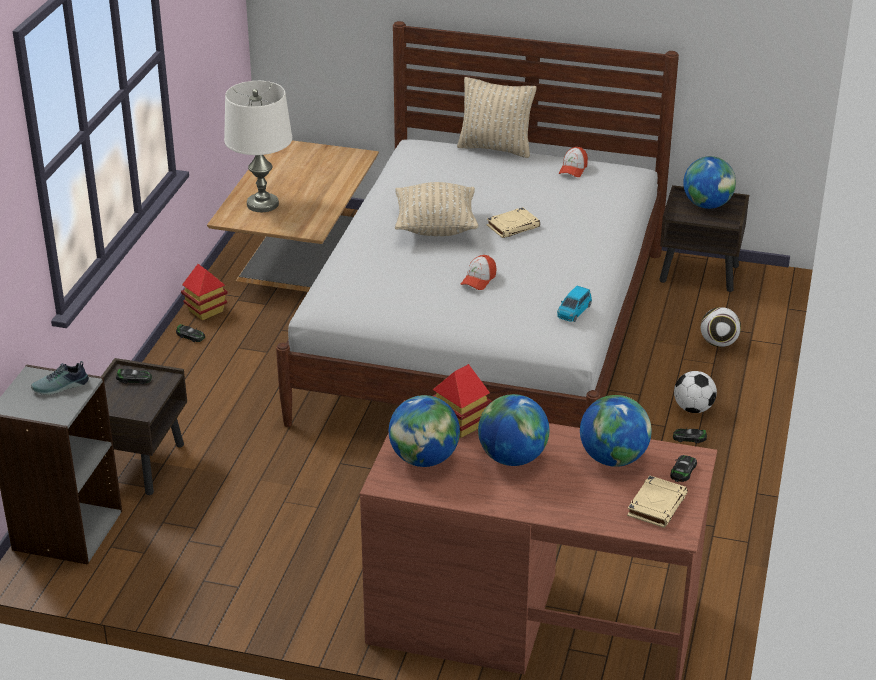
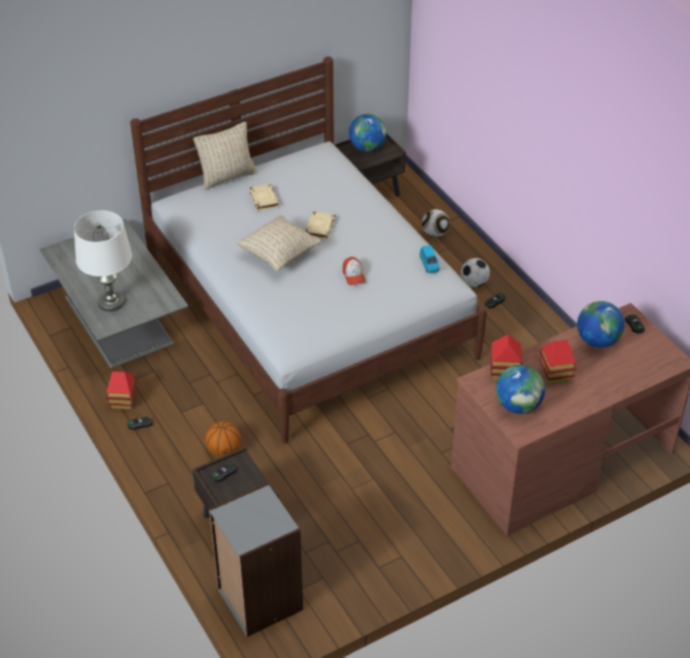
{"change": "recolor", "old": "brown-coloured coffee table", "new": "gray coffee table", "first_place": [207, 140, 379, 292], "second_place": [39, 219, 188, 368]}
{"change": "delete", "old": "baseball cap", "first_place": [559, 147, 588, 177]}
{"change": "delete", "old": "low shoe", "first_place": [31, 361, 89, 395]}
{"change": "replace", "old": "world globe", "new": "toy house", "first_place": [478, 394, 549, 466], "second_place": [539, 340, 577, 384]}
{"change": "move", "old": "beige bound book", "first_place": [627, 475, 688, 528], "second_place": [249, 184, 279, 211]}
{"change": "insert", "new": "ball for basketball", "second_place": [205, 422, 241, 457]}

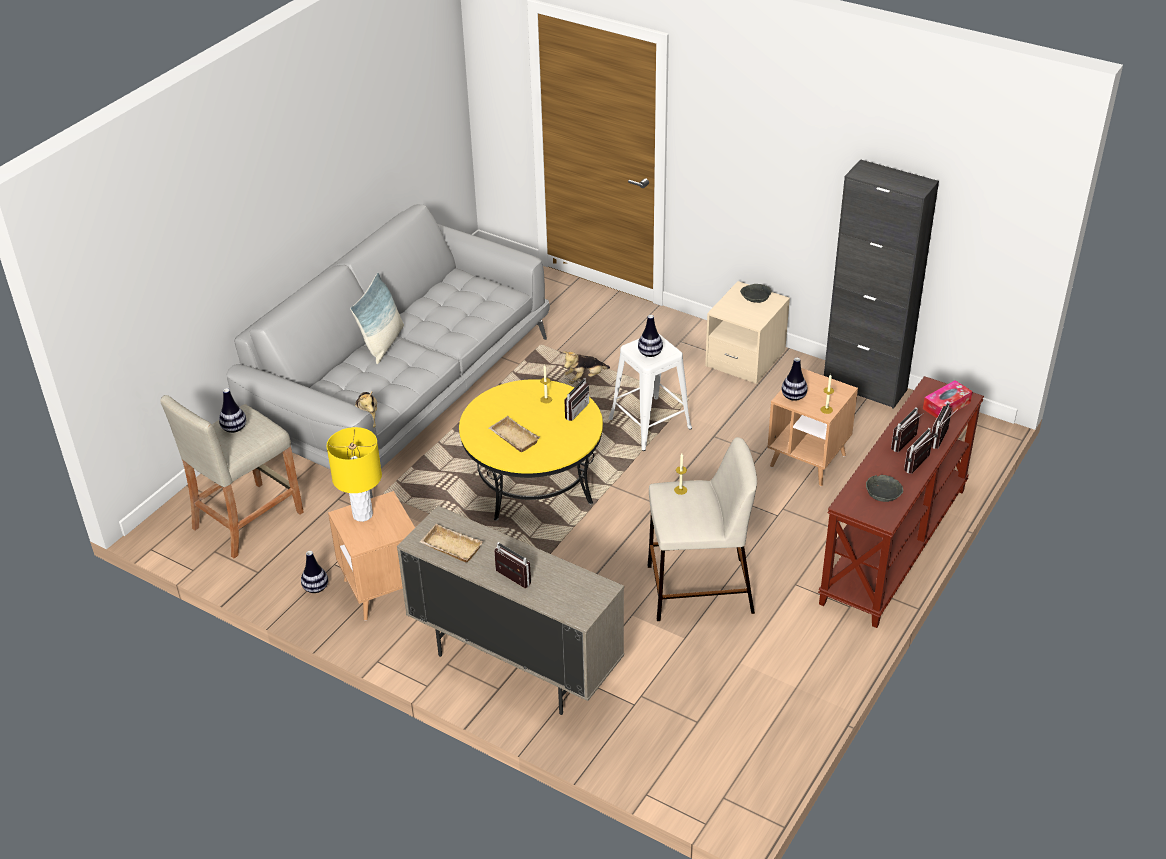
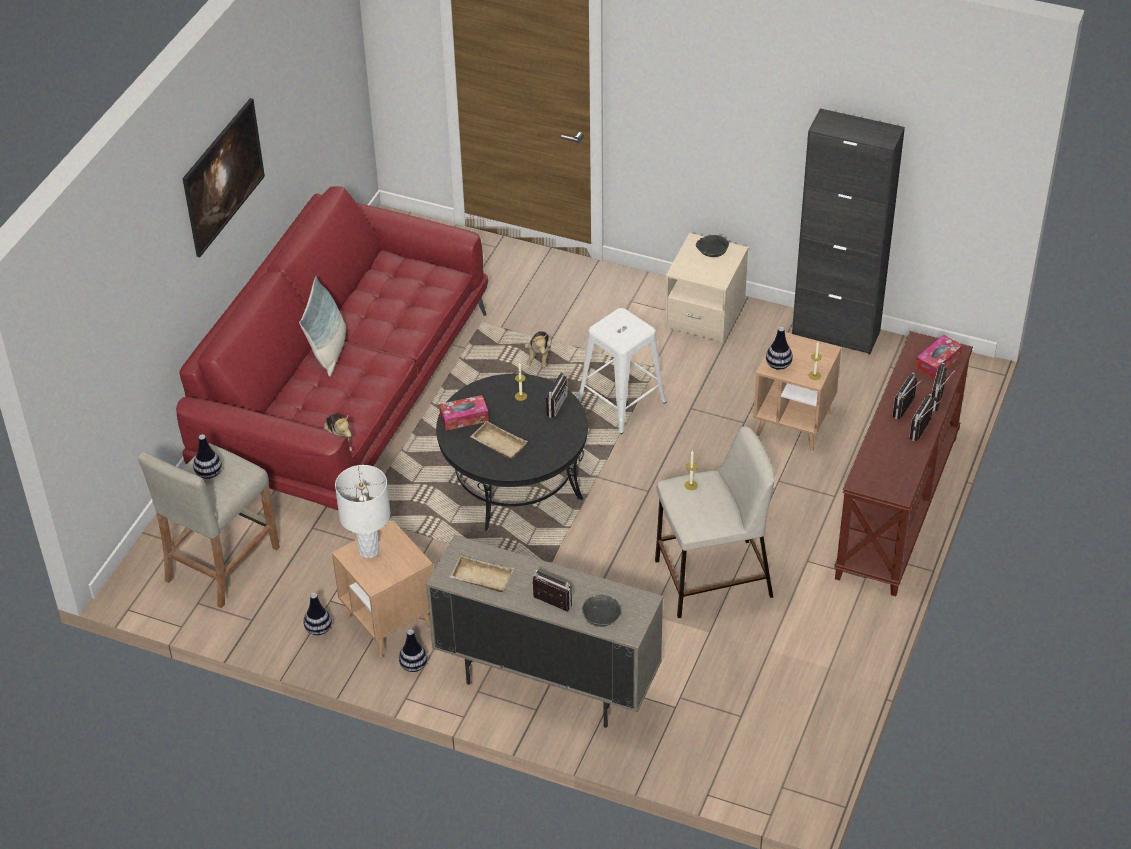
{"change": "recolor", "old": "gray couch", "new": "red-coloured couch", "first_place": [227, 204, 550, 498], "second_place": [176, 186, 488, 533]}
{"change": "move", "old": "vase", "first_place": [638, 315, 663, 357], "second_place": [399, 629, 428, 672]}
{"change": "rotate", "old": "plush toy", "first_place": [563, 351, 610, 384], "second_place": [525, 331, 552, 368], "degrees": -45}
{"change": "recolor", "old": "yellow-coloured coffee table", "new": "black coffee table", "first_place": [459, 379, 603, 521], "second_place": [436, 374, 588, 531]}
{"change": "recolor", "old": "yellow-coloured tabletop lamp", "new": "whitish tabletop lamp", "first_place": [327, 427, 382, 522], "second_place": [335, 465, 390, 558]}
{"change": "move", "old": "gray deep dish", "first_place": [866, 475, 903, 502], "second_place": [582, 595, 622, 627]}
{"change": "insert", "new": "picture", "second_place": [183, 98, 265, 257]}
{"change": "insert", "new": "tissue holder", "second_place": [439, 395, 489, 430]}

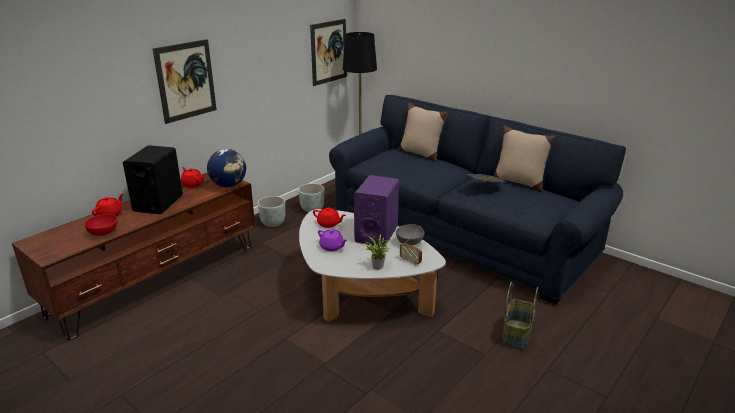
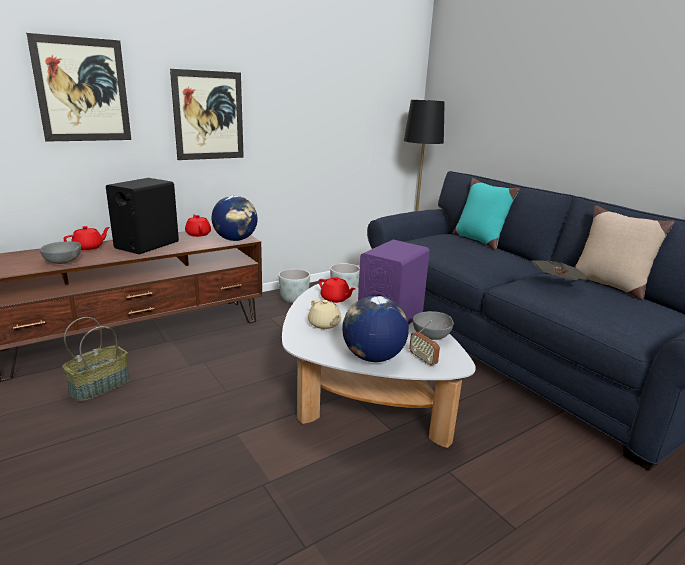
{"change": "move", "old": "picture", "first_place": [310, 19, 347, 86], "second_place": [26, 33, 131, 142]}
{"change": "recolor", "old": "beige pillow", "new": "turquoise pillow", "first_place": [399, 103, 448, 162], "second_place": [453, 178, 519, 250]}
{"change": "recolor", "old": "red-coloured deep dish", "new": "gray deep dish", "first_place": [85, 214, 118, 236], "second_place": [40, 241, 81, 264]}
{"change": "recolor", "old": "purplish pot for tea", "new": "beige pot for tea", "first_place": [318, 229, 347, 251], "second_place": [308, 300, 341, 329]}
{"change": "replace", "old": "houseplant", "new": "world globe", "first_place": [364, 234, 392, 270], "second_place": [342, 296, 409, 362]}
{"change": "move", "old": "basket", "first_place": [502, 281, 538, 350], "second_place": [62, 317, 130, 402]}

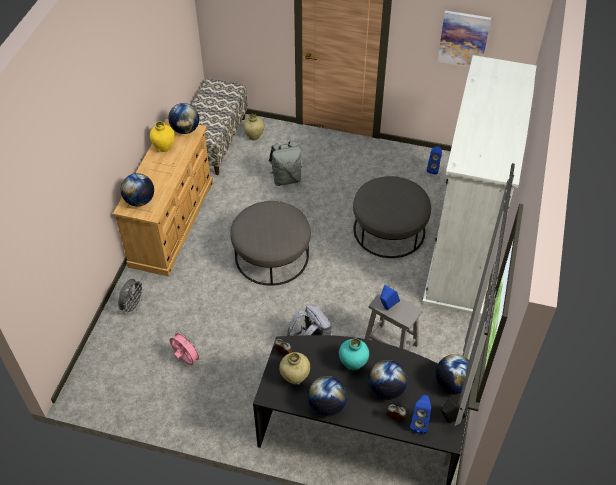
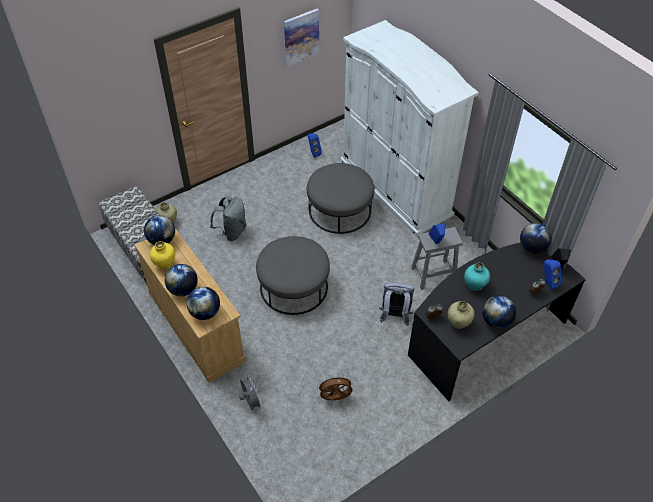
{"change": "recolor", "old": "pink-coloured electric fan", "new": "brown-coloured electric fan", "first_place": [170, 331, 202, 365], "second_place": [317, 375, 354, 400]}
{"change": "move", "old": "world globe", "first_place": [368, 360, 407, 400], "second_place": [165, 264, 198, 296]}

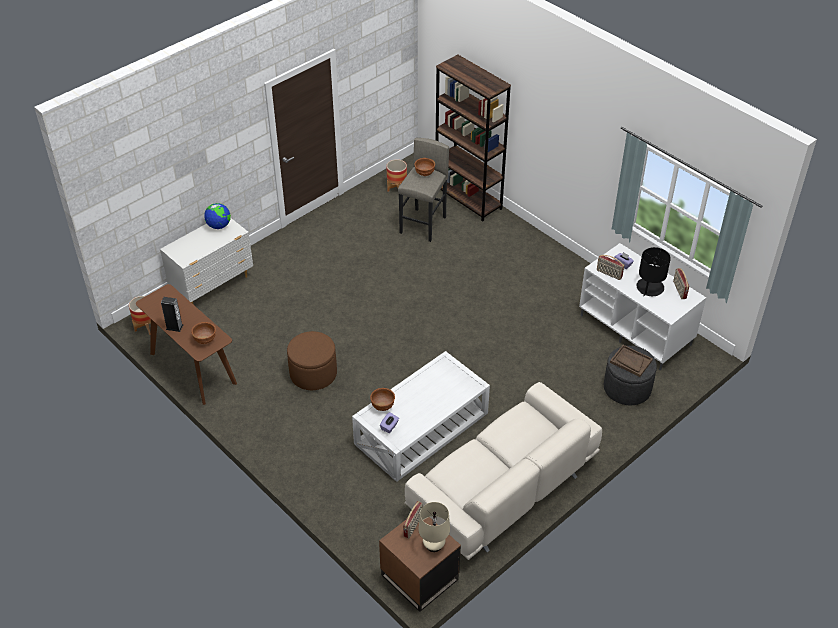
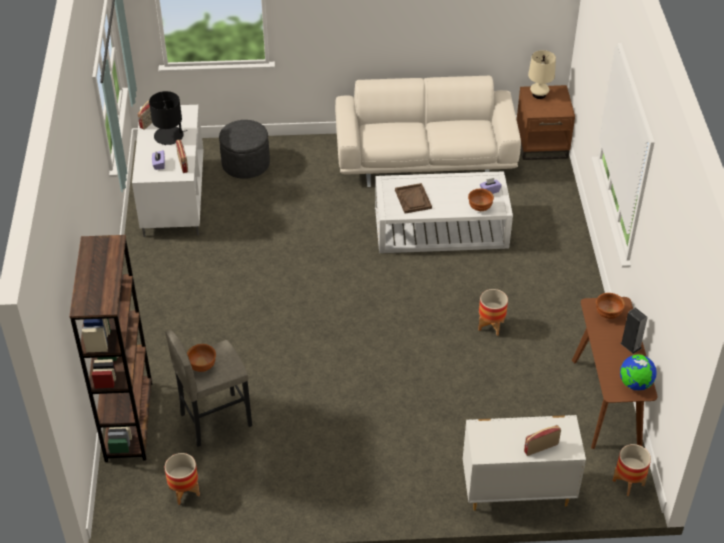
{"change": "move", "old": "world globe", "first_place": [204, 203, 231, 229], "second_place": [620, 354, 657, 390]}
{"change": "replace", "old": "brown-coloured ottoman", "new": "plant pot", "first_place": [287, 331, 337, 390], "second_place": [478, 289, 508, 336]}
{"change": "move", "old": "brown-coloured tray", "first_place": [610, 345, 653, 377], "second_place": [395, 183, 432, 214]}
{"change": "move", "old": "radio receiver", "first_place": [403, 501, 423, 538], "second_place": [524, 425, 561, 456]}

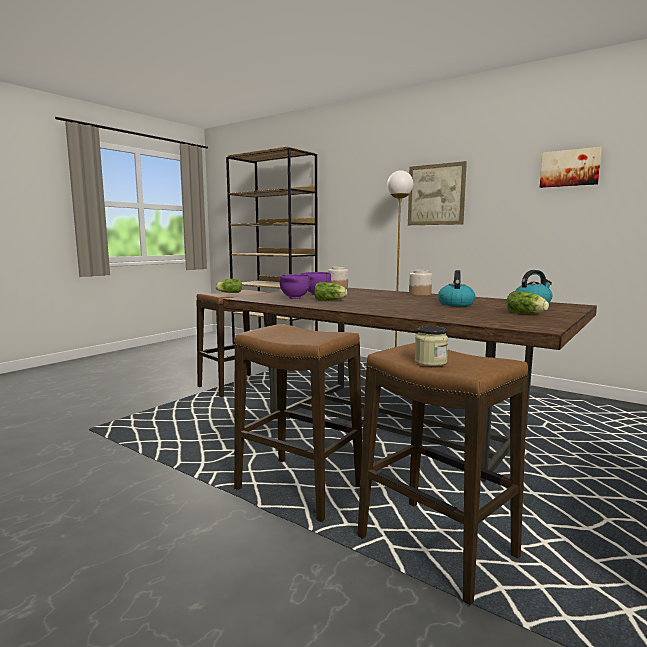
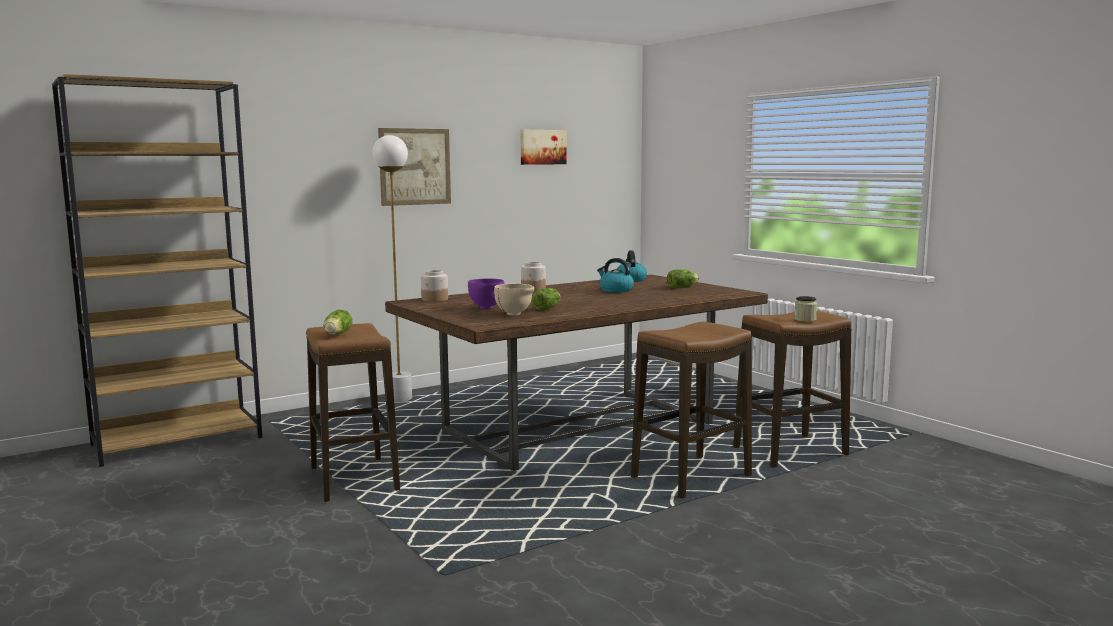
{"change": "recolor", "old": "purplish deep dish", "new": "beige deep dish", "first_place": [279, 274, 310, 299], "second_place": [494, 284, 534, 315]}

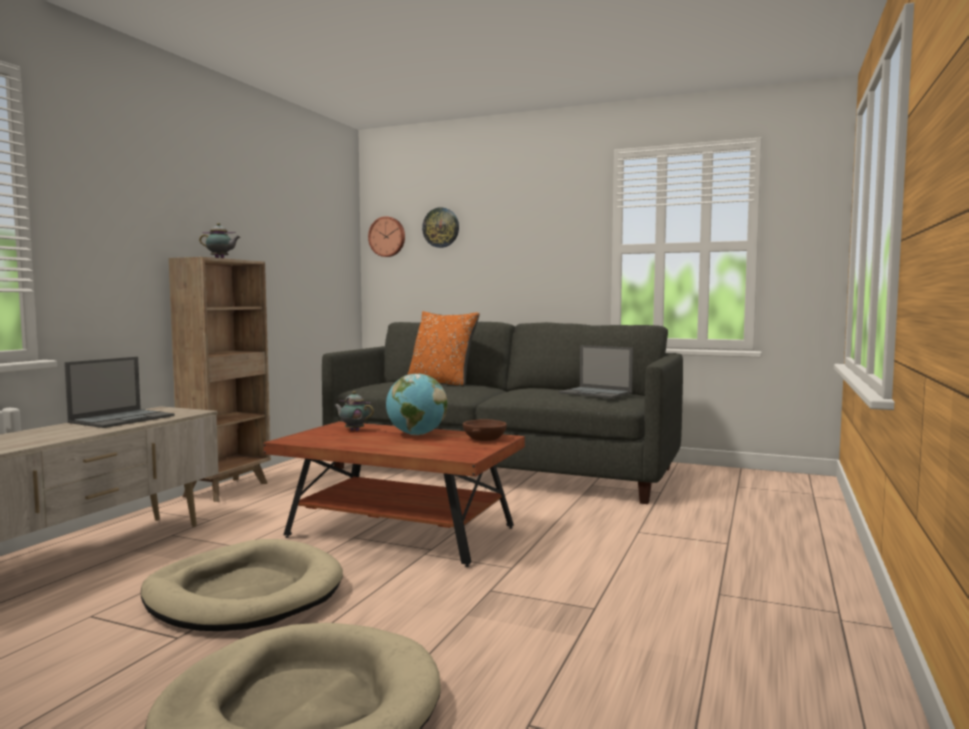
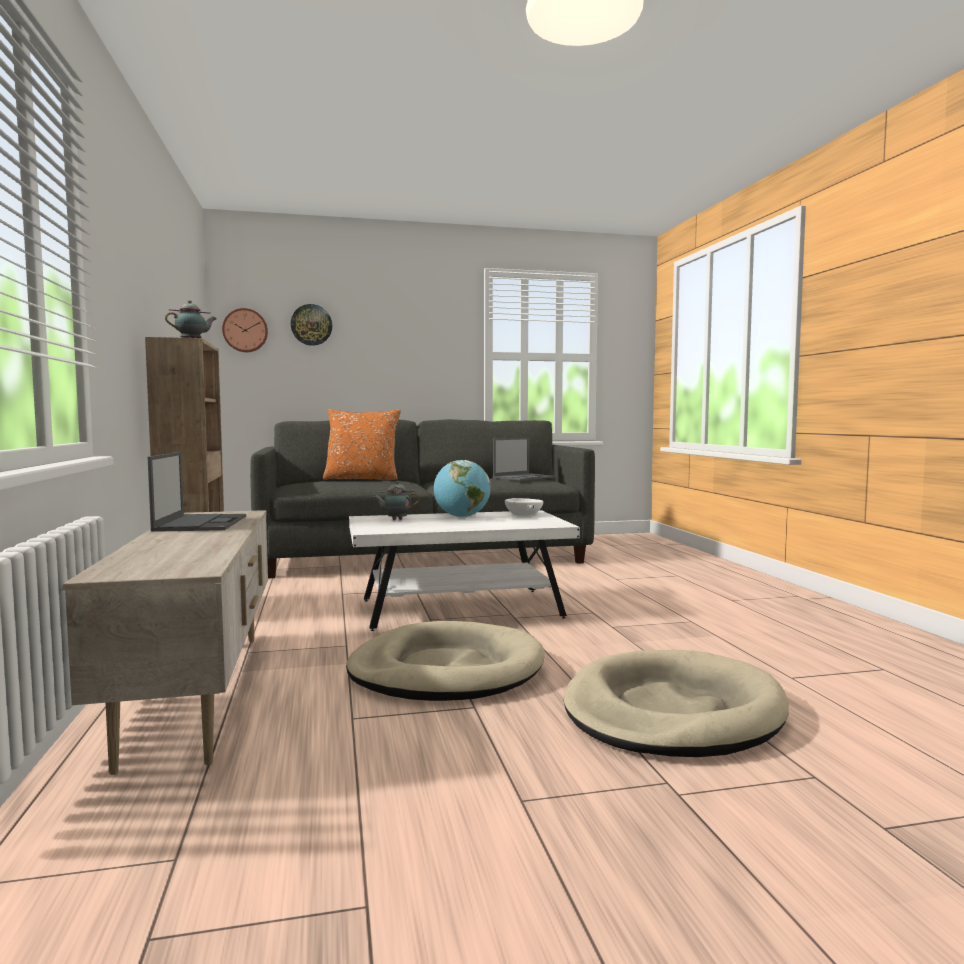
{"change": "rotate", "old": "notebook computer", "first_place": [558, 345, 633, 398], "second_place": [493, 437, 555, 481], "degrees": -45}
{"change": "recolor", "old": "brown-coloured deep dish", "new": "whitish deep dish", "first_place": [463, 419, 507, 441], "second_place": [505, 498, 543, 516]}
{"change": "recolor", "old": "brown-coloured coffee table", "new": "whitish coffee table", "first_place": [263, 421, 525, 567], "second_place": [349, 510, 580, 631]}

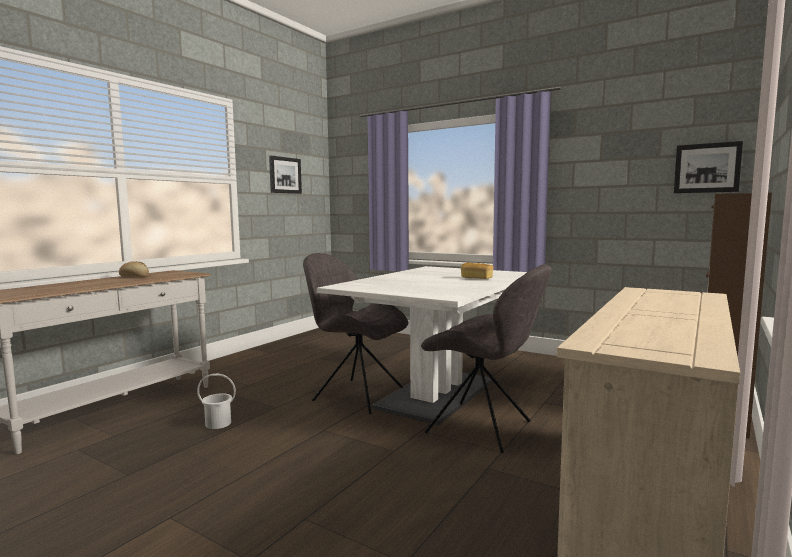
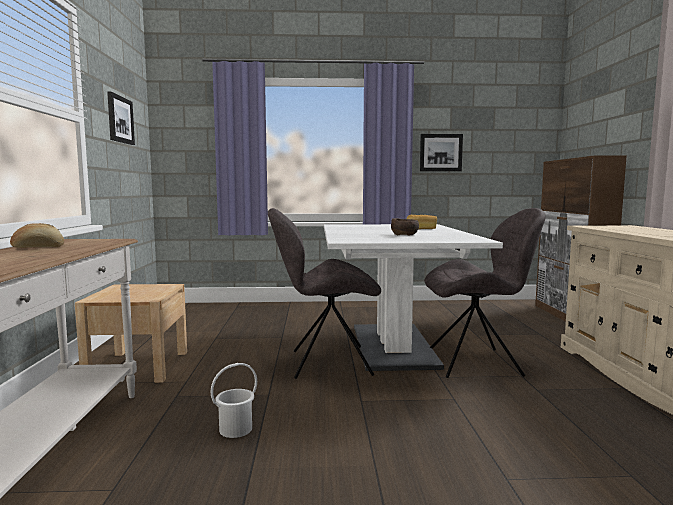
{"change": "move", "old": "picture", "first_place": [674, 141, 743, 193], "second_place": [420, 134, 463, 171]}
{"change": "insert", "new": "brown-coloured deep dish", "second_place": [391, 218, 419, 235]}
{"change": "insert", "new": "beige nightstand", "second_place": [75, 284, 187, 383]}

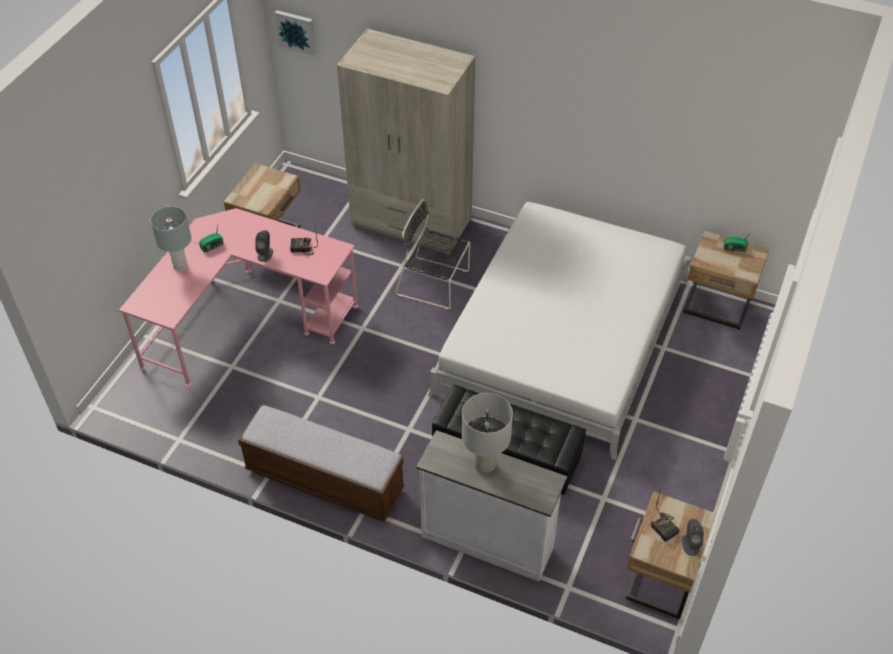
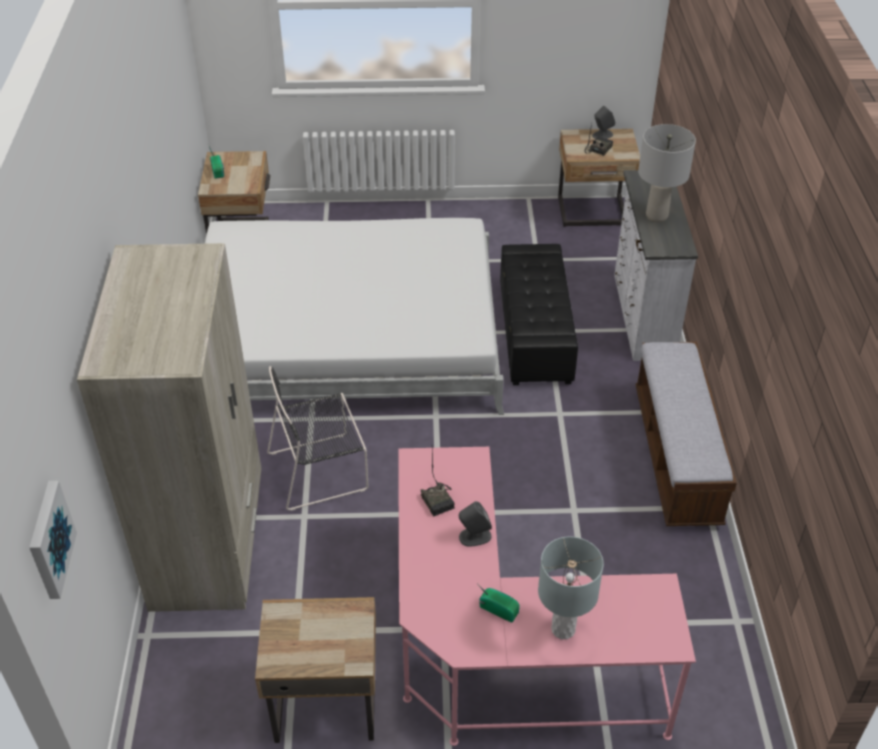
{"change": "rotate", "old": "black upright chair", "first_place": [395, 199, 470, 309], "second_place": [267, 366, 369, 511], "degrees": 75}

